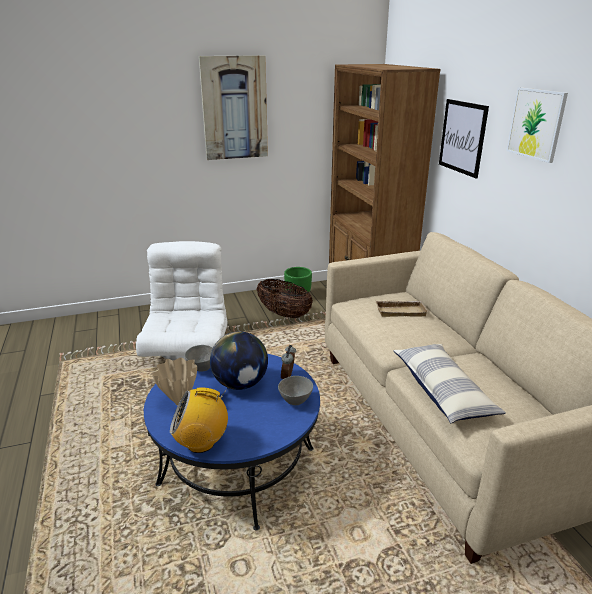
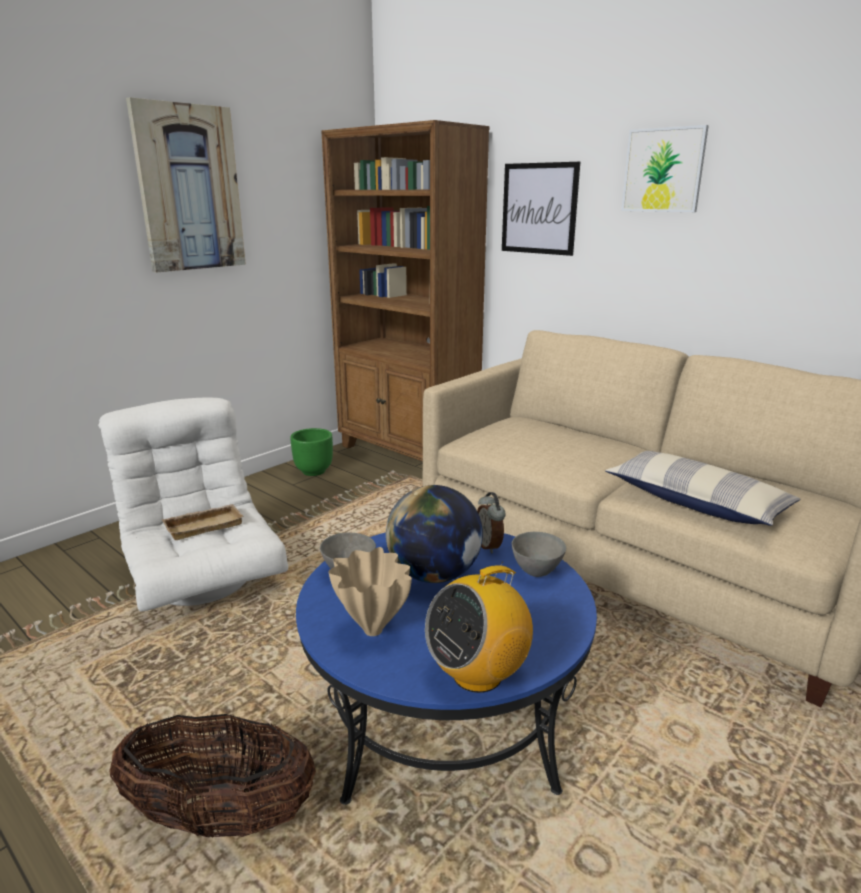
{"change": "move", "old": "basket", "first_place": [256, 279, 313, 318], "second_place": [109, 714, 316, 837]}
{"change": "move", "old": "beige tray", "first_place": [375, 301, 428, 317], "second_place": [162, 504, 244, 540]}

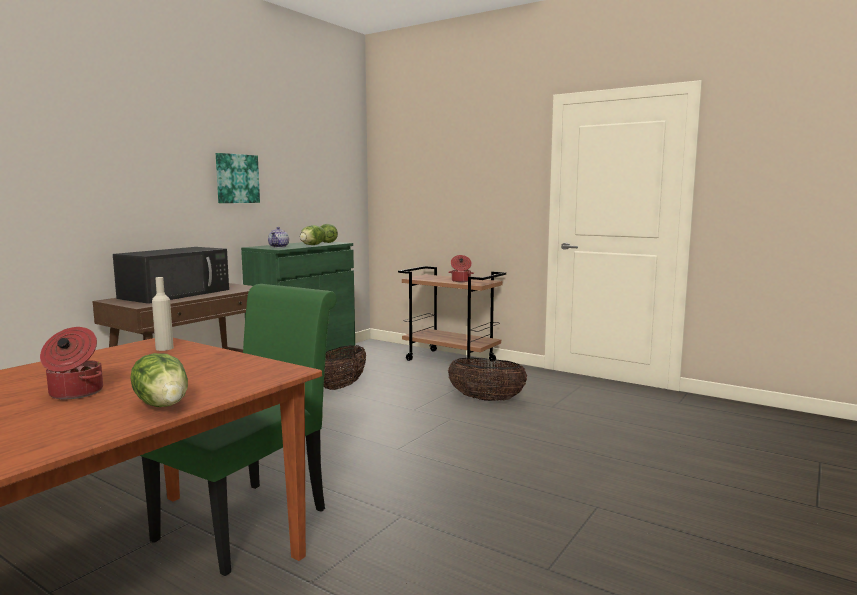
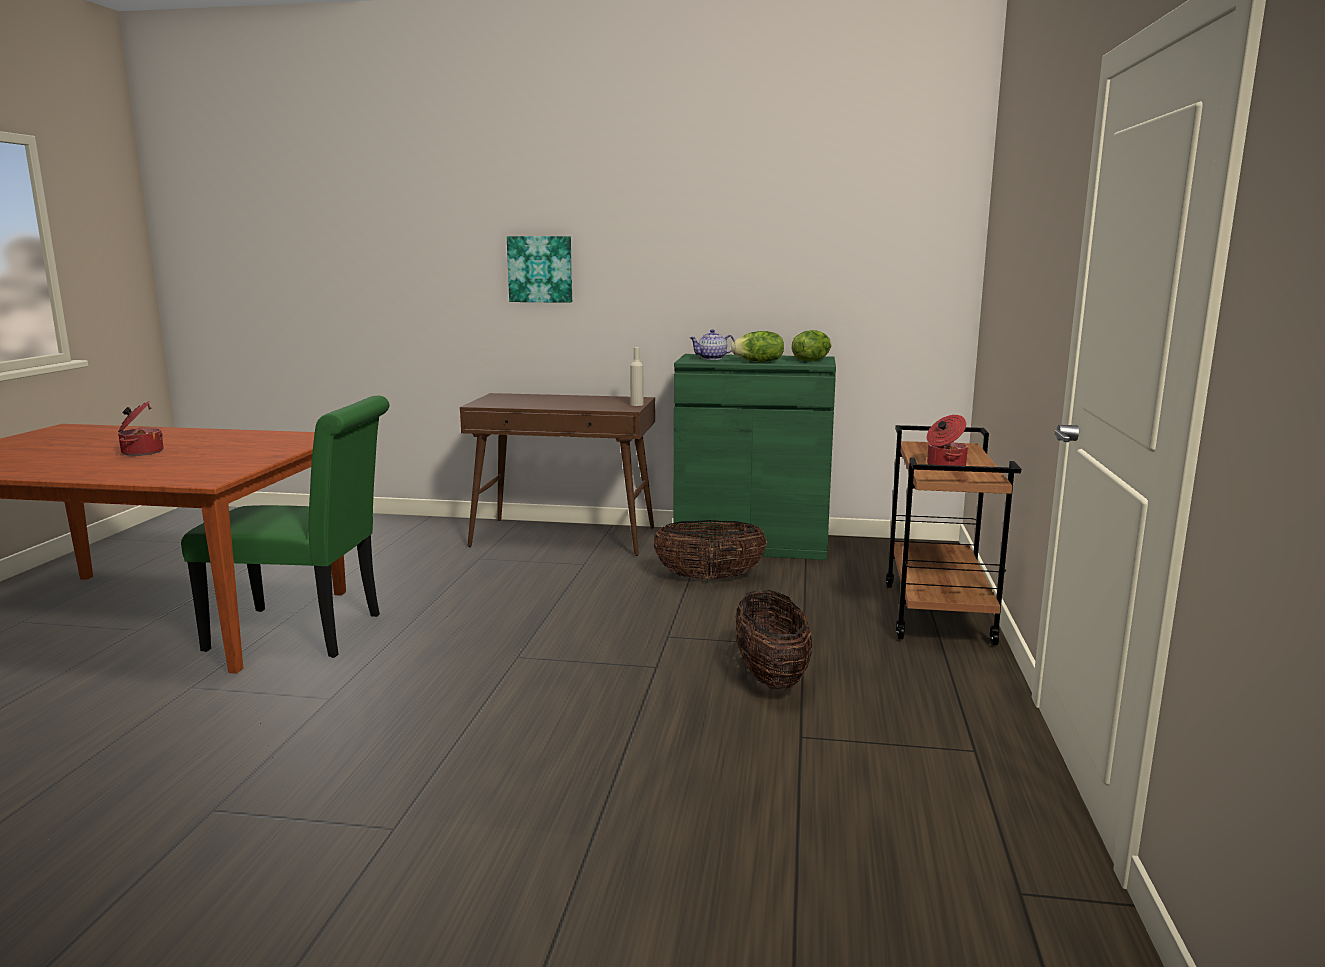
{"change": "move", "old": "picture", "first_place": [216, 153, 260, 203], "second_place": [507, 236, 572, 303]}
{"change": "delete", "old": "black kitchen microwave", "first_place": [113, 247, 229, 304]}
{"change": "move", "old": "beige beverage bottle", "first_place": [152, 277, 174, 351], "second_place": [630, 347, 644, 406]}
{"change": "delete", "old": "lettuce head", "first_place": [130, 353, 188, 407]}

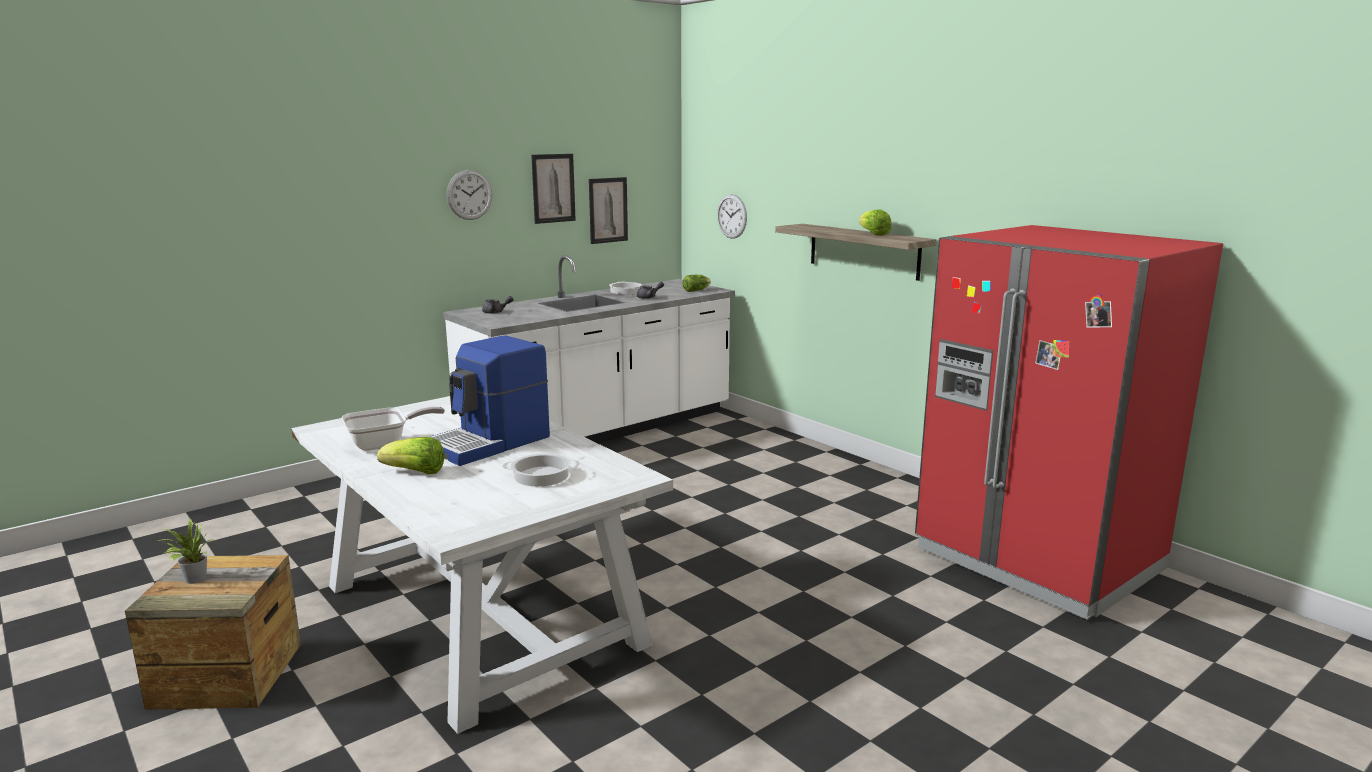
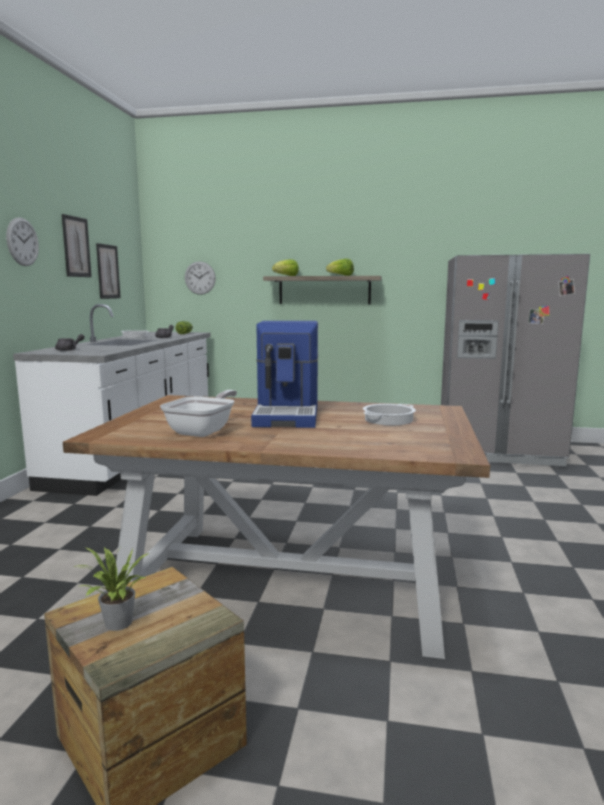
{"change": "recolor", "old": "red-coloured kitchen fridge", "new": "gray kitchen fridge", "first_place": [915, 225, 1223, 620], "second_place": [441, 254, 590, 466]}
{"change": "recolor", "old": "whitish dining table", "new": "brown-coloured dining table", "first_place": [291, 396, 673, 734], "second_place": [63, 395, 490, 659]}
{"change": "move", "old": "lettuce head", "first_place": [377, 437, 444, 474], "second_place": [272, 259, 299, 276]}

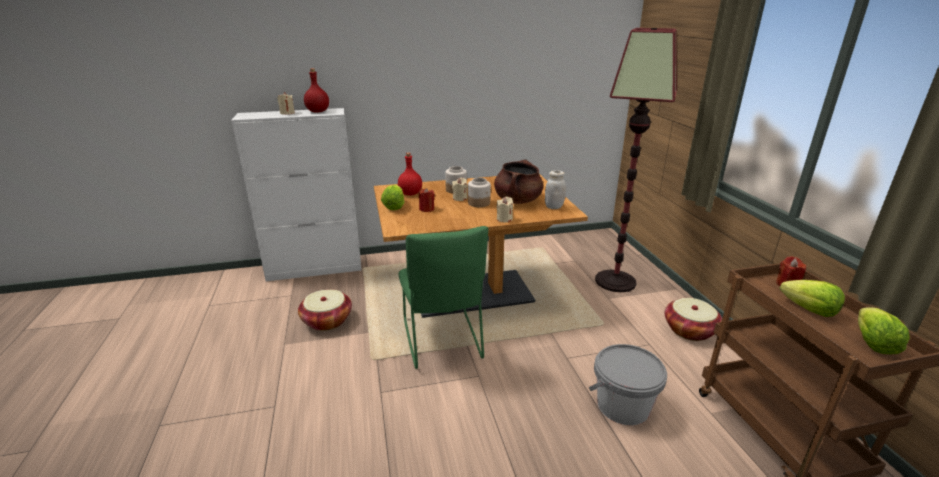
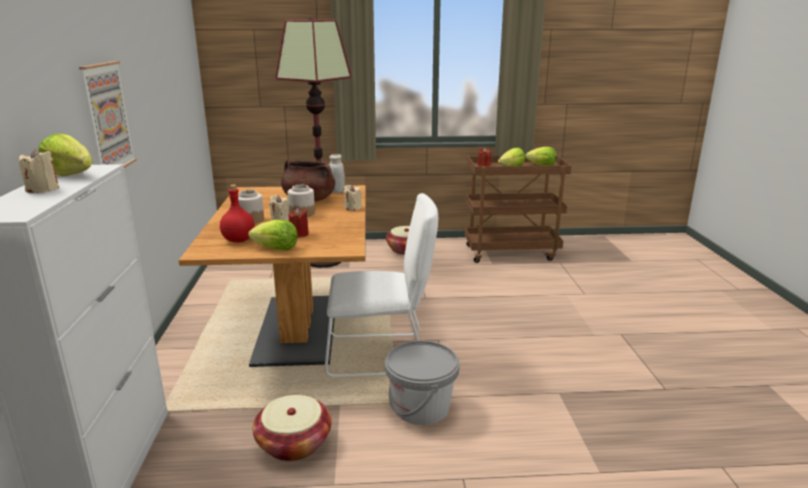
{"change": "replace", "old": "red-coloured beverage bottle", "new": "lettuce head", "first_place": [304, 68, 329, 113], "second_place": [38, 134, 93, 176]}
{"change": "recolor", "old": "green-coloured upright chair", "new": "whitish upright chair", "first_place": [398, 226, 488, 369], "second_place": [324, 193, 438, 377]}
{"change": "move", "old": "gray pail", "first_place": [589, 344, 667, 425], "second_place": [385, 341, 460, 425]}
{"change": "insert", "new": "picture", "second_place": [79, 61, 136, 168]}

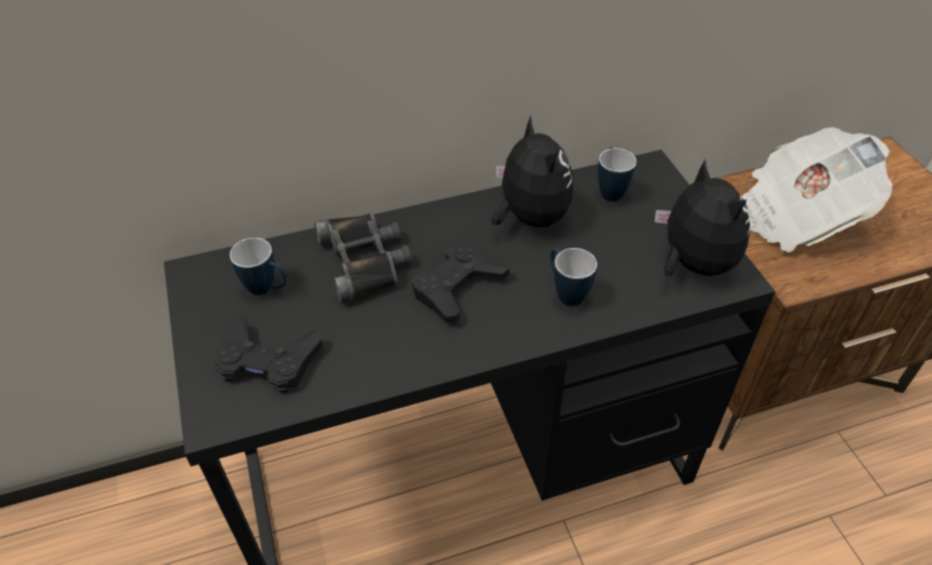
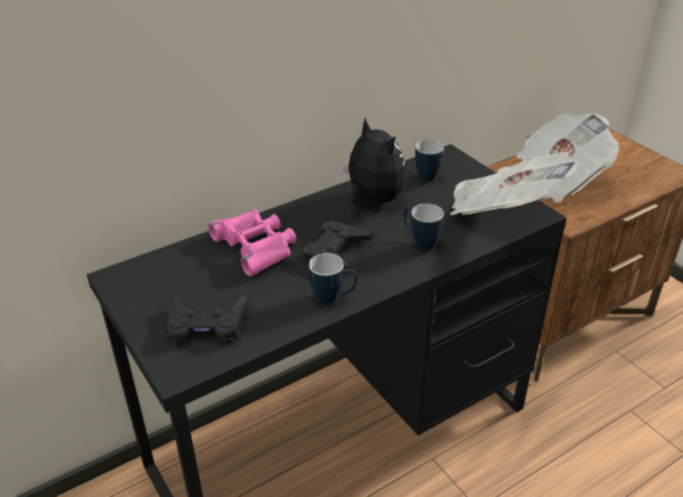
{"change": "replace", "old": "plush toy", "new": "daily paper", "first_place": [655, 159, 750, 276], "second_place": [450, 152, 578, 215]}
{"change": "recolor", "old": "black binoculars", "new": "pink-coloured binoculars", "first_place": [314, 213, 412, 303], "second_place": [208, 209, 296, 277]}
{"change": "move", "old": "coffee mug", "first_place": [230, 238, 287, 295], "second_place": [309, 253, 358, 303]}

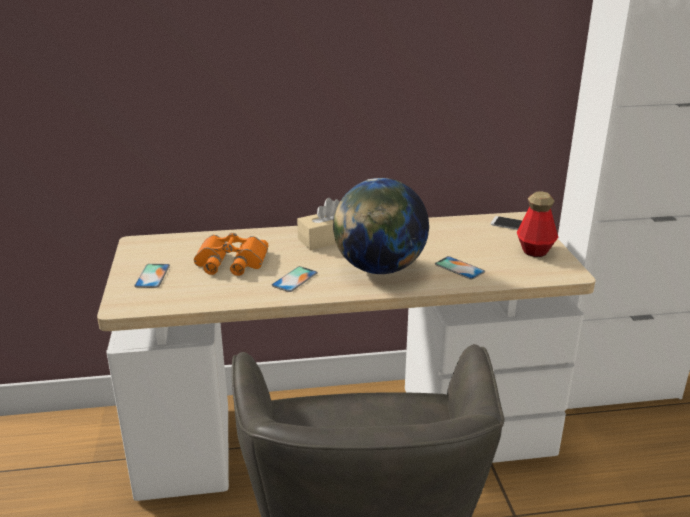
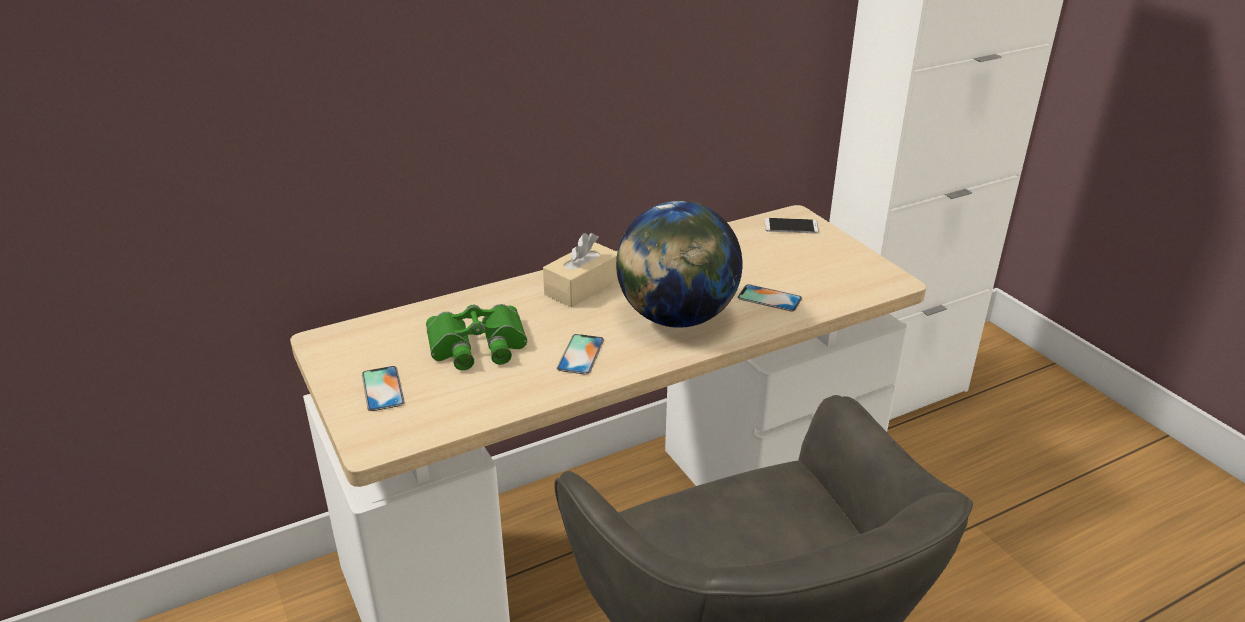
{"change": "delete", "old": "beverage bottle", "first_place": [517, 191, 558, 257]}
{"change": "recolor", "old": "orange binoculars", "new": "green-coloured binoculars", "first_place": [194, 233, 269, 276], "second_place": [426, 304, 527, 370]}

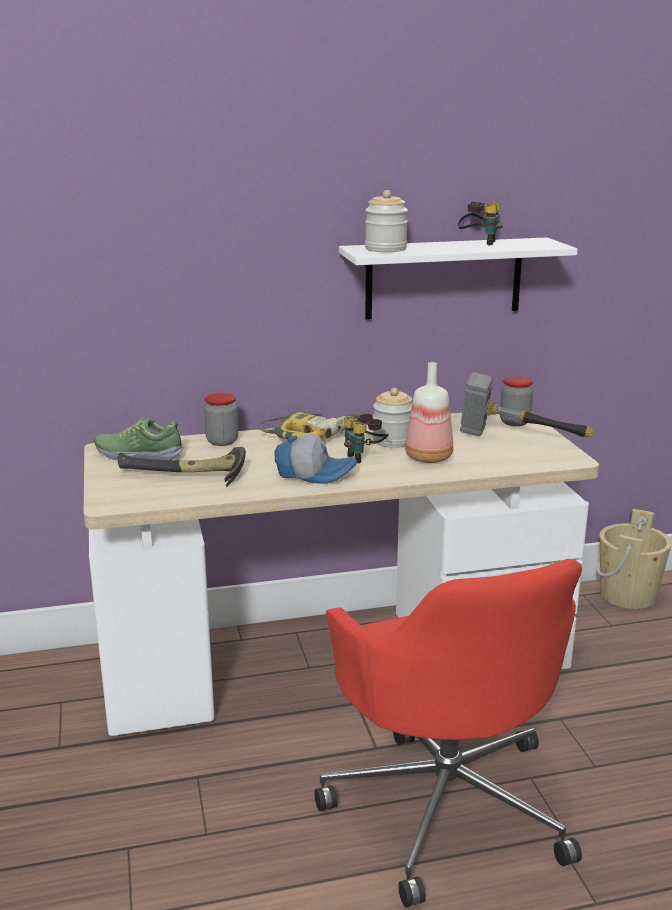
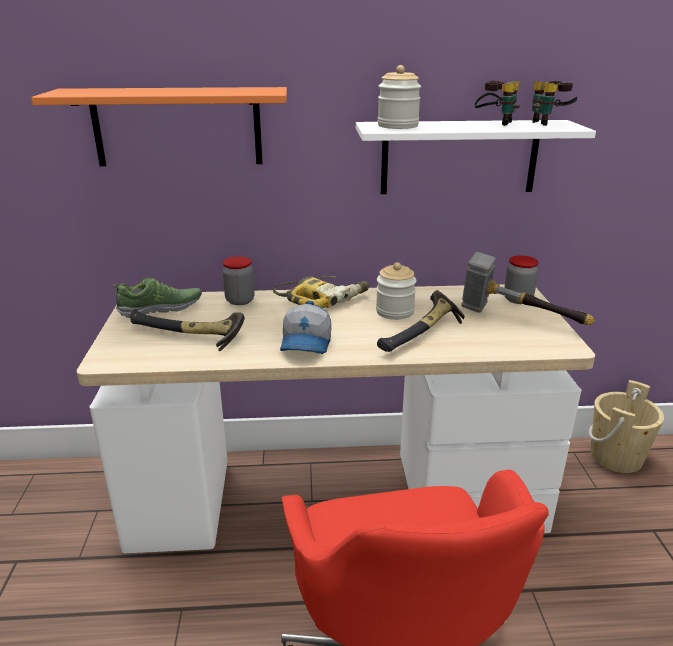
{"change": "replace", "old": "beverage bottle", "new": "hand hammer", "first_place": [405, 362, 453, 463], "second_place": [377, 290, 465, 352]}
{"change": "move", "old": "binoculars", "first_place": [344, 414, 389, 463], "second_place": [532, 81, 577, 126]}
{"change": "rotate", "old": "low shoe", "first_place": [94, 418, 184, 460], "second_place": [112, 278, 202, 318], "degrees": 135}
{"change": "rotate", "old": "baseball cap", "first_place": [275, 434, 357, 484], "second_place": [280, 301, 331, 354], "degrees": 75}
{"change": "insert", "new": "orange bracket shelf", "second_place": [31, 87, 287, 166]}

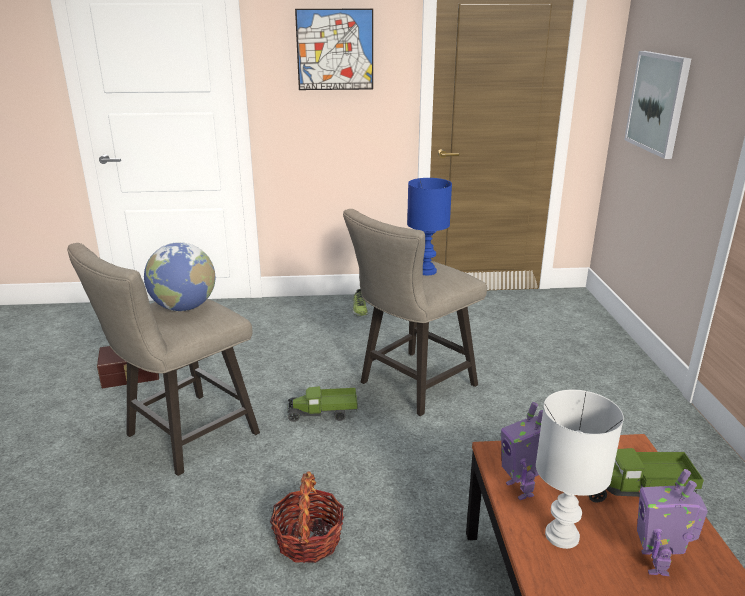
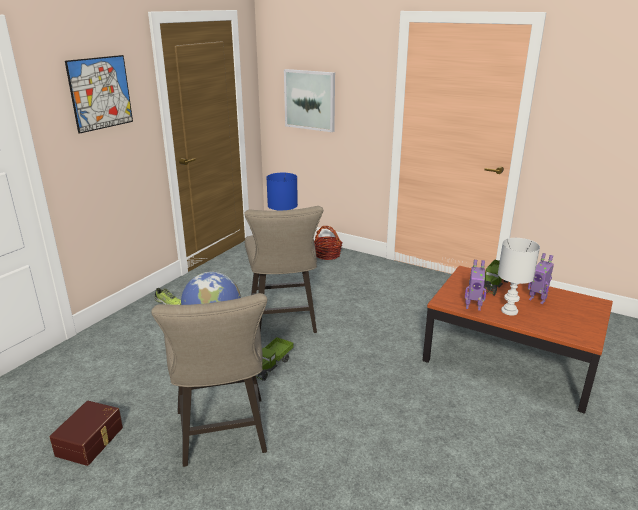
{"change": "move", "old": "basket", "first_place": [270, 472, 344, 563], "second_place": [314, 226, 343, 260]}

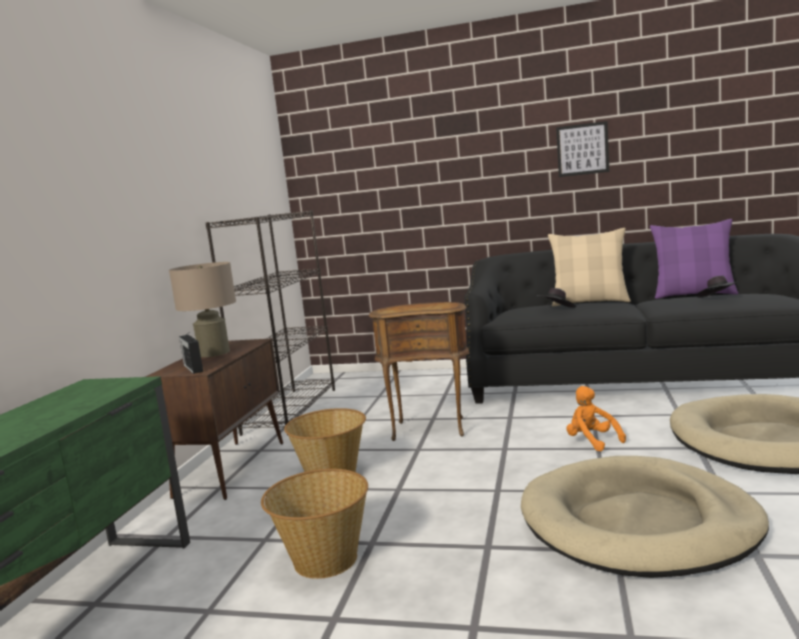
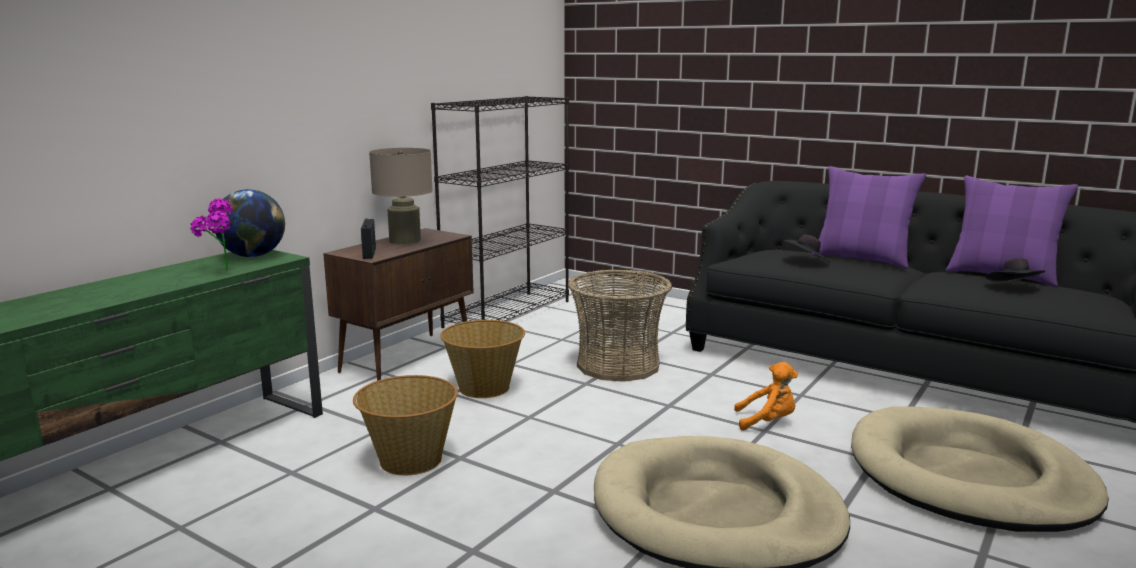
{"change": "delete", "old": "picture", "first_place": [556, 121, 609, 177]}
{"change": "recolor", "old": "beige pillow", "new": "purplish pillow", "first_place": [548, 228, 631, 306], "second_place": [812, 166, 926, 269]}
{"change": "replace", "old": "brown-coloured end table", "new": "basket", "first_place": [369, 302, 470, 441], "second_place": [568, 269, 672, 382]}
{"change": "rotate", "old": "orange plush toy", "first_place": [566, 386, 626, 452], "second_place": [734, 362, 798, 431], "degrees": 105}
{"change": "insert", "new": "world globe", "second_place": [213, 189, 285, 257]}
{"change": "insert", "new": "houseplant", "second_place": [190, 198, 233, 270]}

